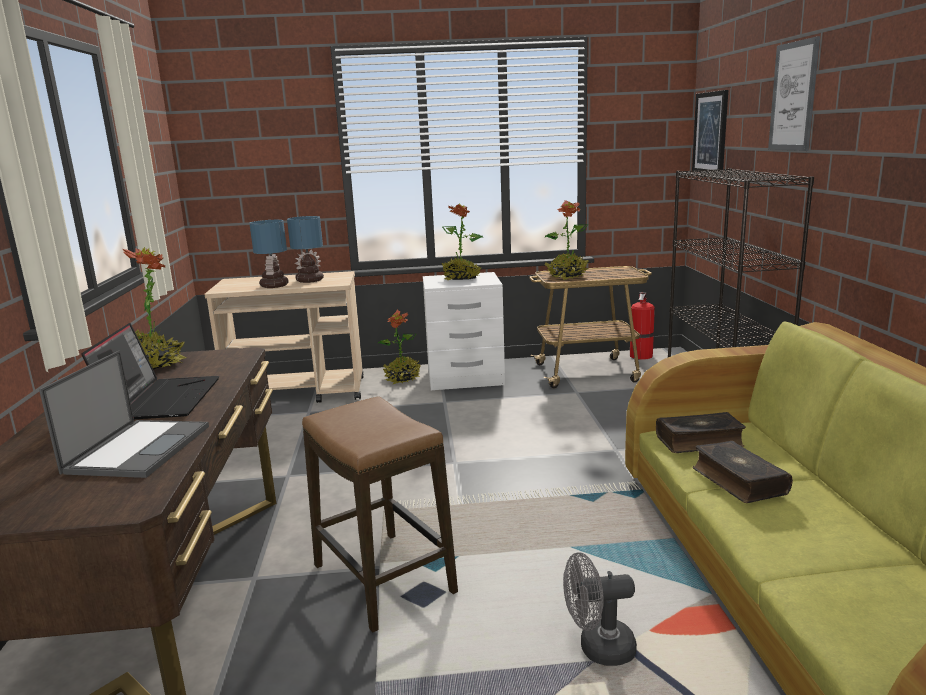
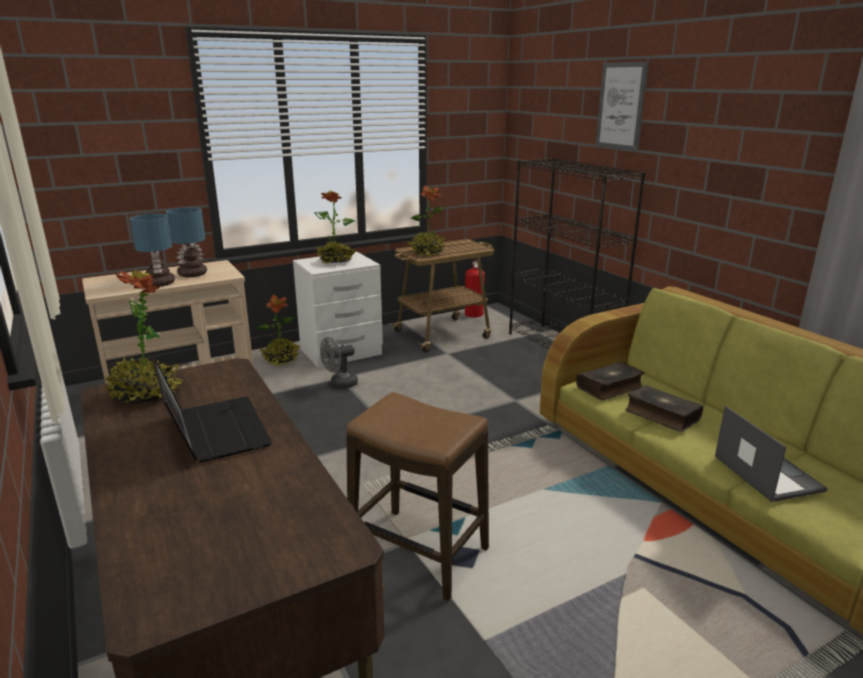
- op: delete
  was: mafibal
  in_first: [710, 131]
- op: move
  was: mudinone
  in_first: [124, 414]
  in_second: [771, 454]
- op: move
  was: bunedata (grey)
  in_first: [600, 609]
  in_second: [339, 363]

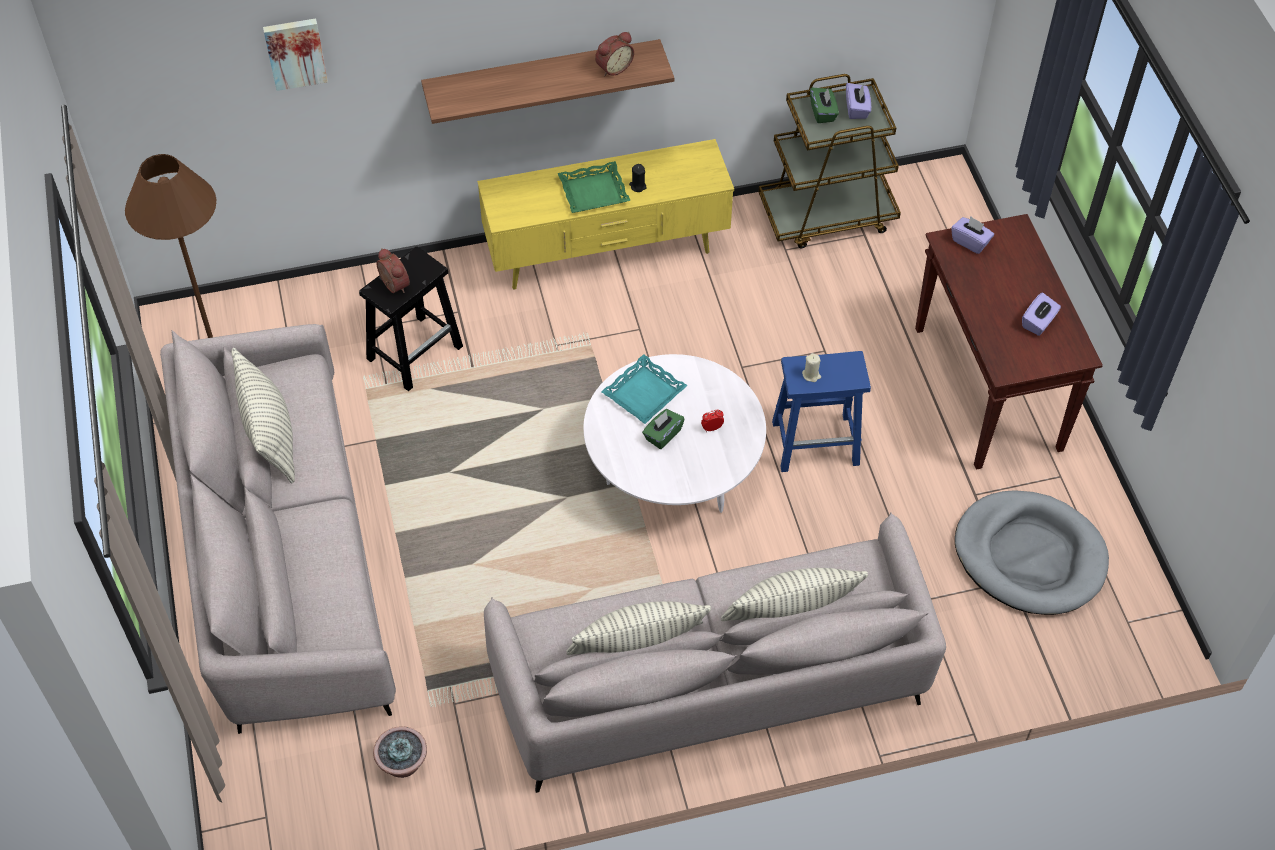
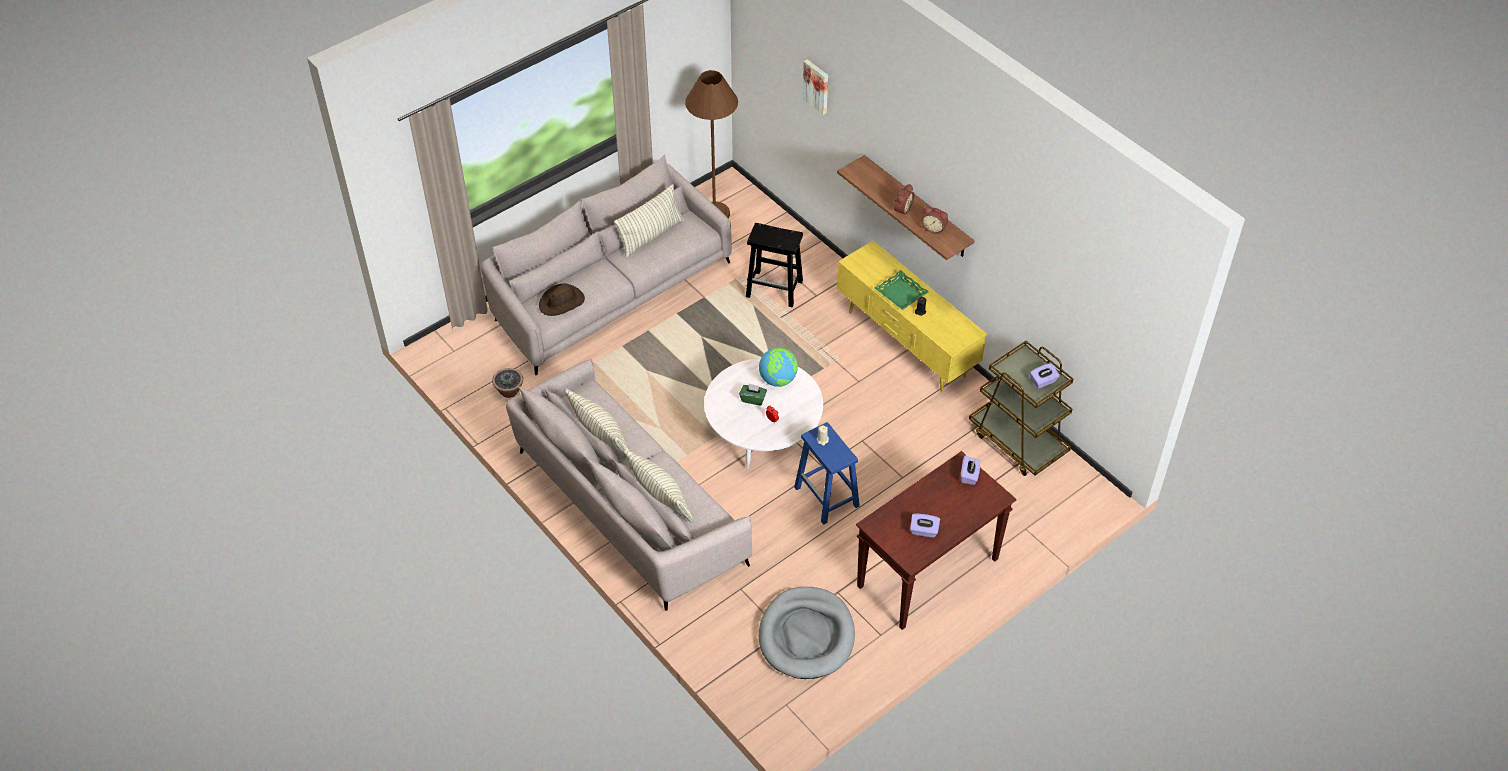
- op: delete
  was: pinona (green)
  in_first: [824, 105]
- op: move
  was: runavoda
  in_first: [393, 270]
  in_second: [904, 200]
- op: replace
  was: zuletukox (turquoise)
  now: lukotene
  in_first: [644, 389]
  in_second: [778, 367]
- op: insert
  now: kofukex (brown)
  in_second: [562, 299]

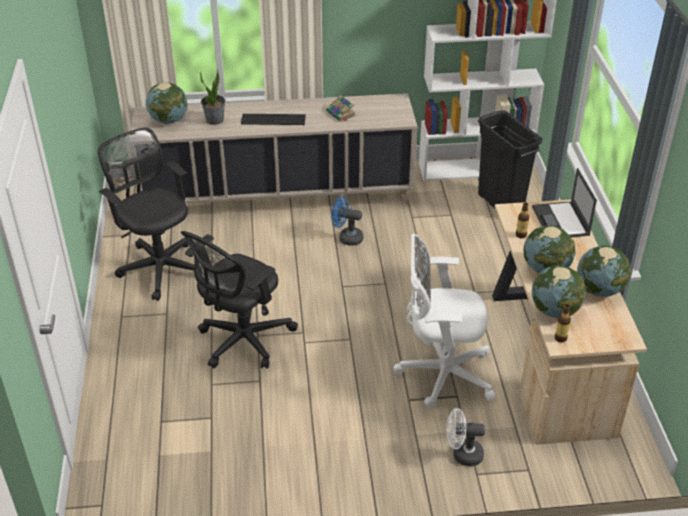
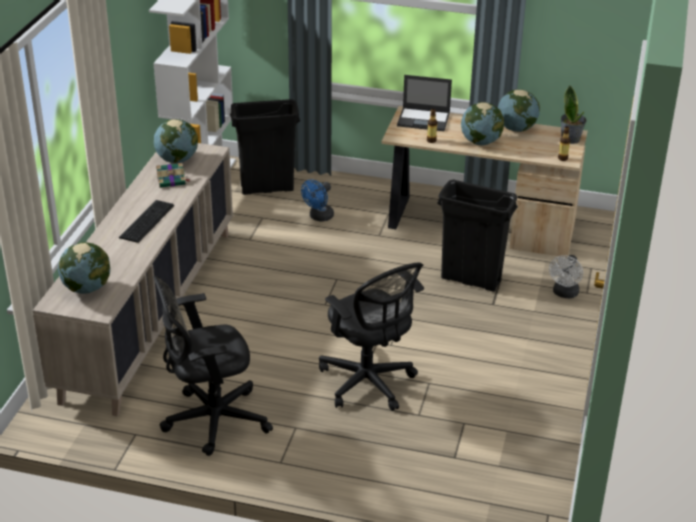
- op: move
  was: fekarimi
  in_first: [212, 96]
  in_second: [574, 115]
- op: move
  was: bunedata (blue)
  in_first: [347, 221]
  in_second: [317, 200]
- op: replace
  was: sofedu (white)
  now: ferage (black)
  in_first: [444, 321]
  in_second: [477, 235]
- op: move
  was: lukotene
  in_first: [559, 292]
  in_second: [176, 141]

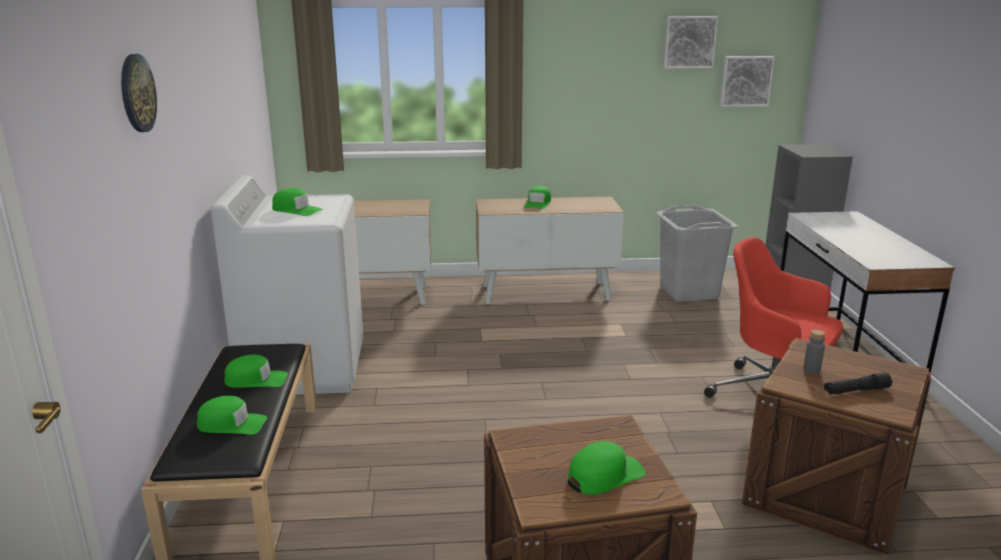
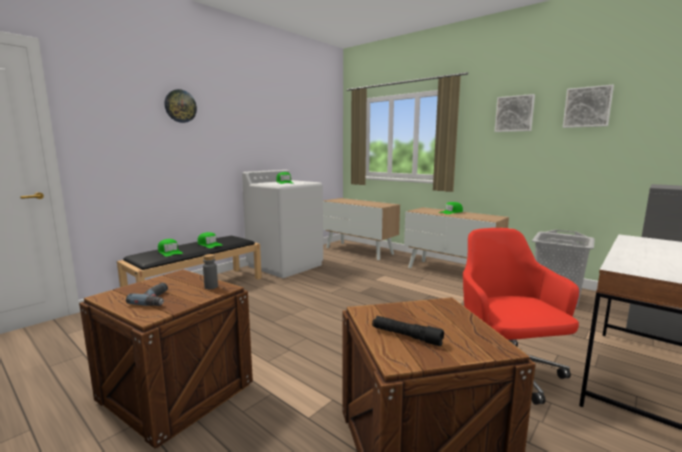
- op: move
  was: mafibal
  in_first: [747, 81]
  in_second: [515, 113]
- op: move
  was: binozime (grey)
  in_first: [814, 352]
  in_second: [210, 271]
- op: replace
  was: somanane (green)
  now: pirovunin
  in_first: [607, 468]
  in_second: [147, 294]

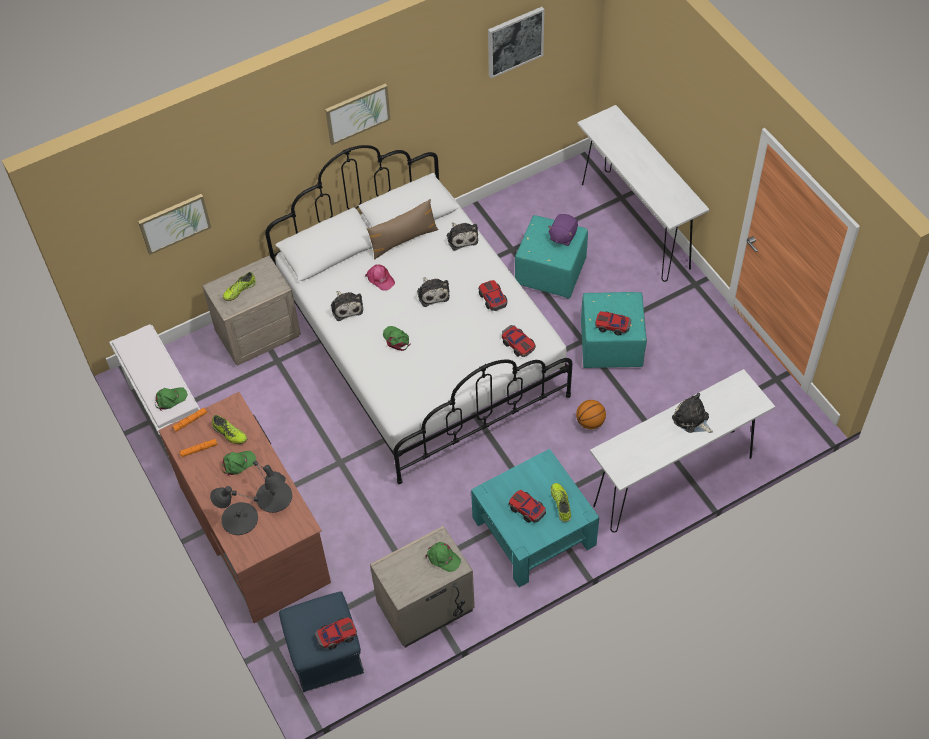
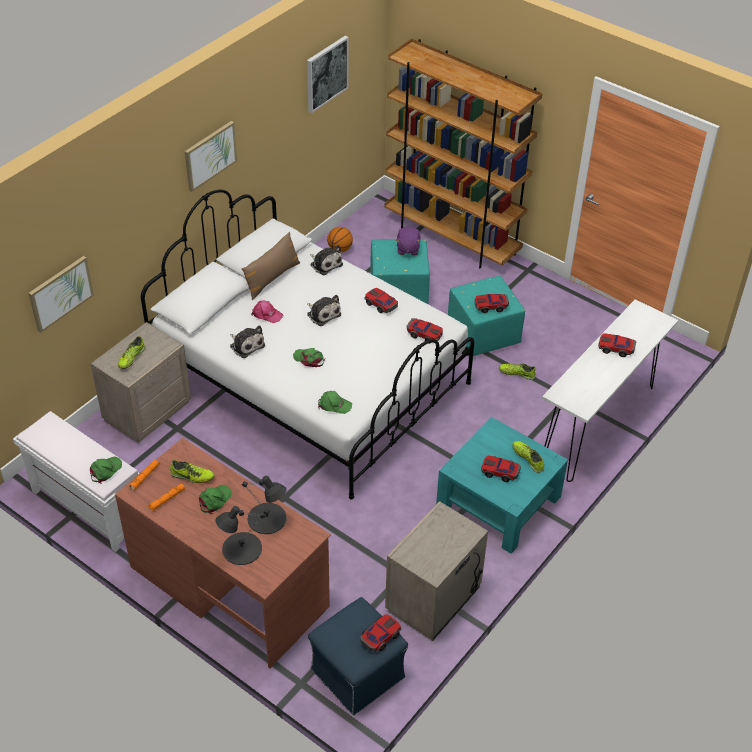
- op: replace
  was: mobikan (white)
  now: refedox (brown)
  in_first: [643, 193]
  in_second: [463, 153]
- op: replace
  was: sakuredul
  now: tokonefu
  in_first: [692, 413]
  in_second: [617, 345]
- op: move
  was: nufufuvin
  in_first: [591, 414]
  in_second: [340, 239]
- op: move
  was: somanane (green)
  in_first: [443, 557]
  in_second: [335, 402]
- op: insert
  now: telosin
  in_second: [517, 371]

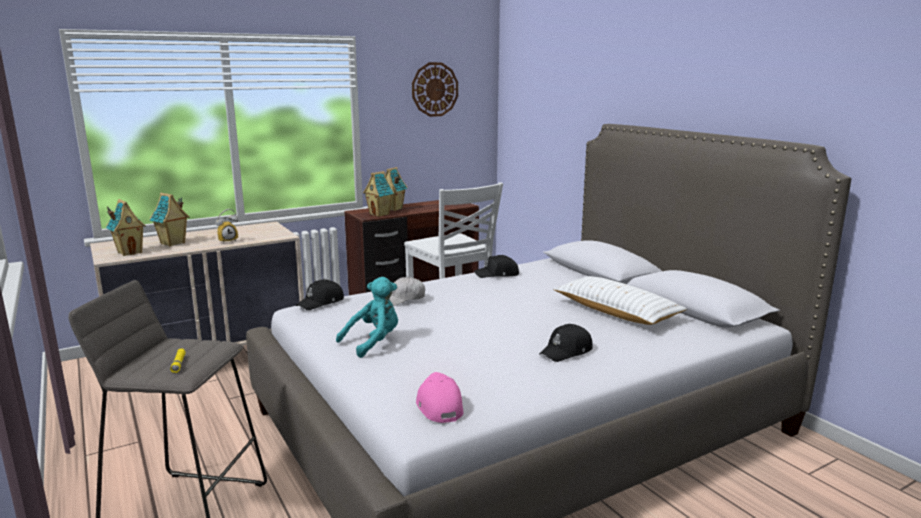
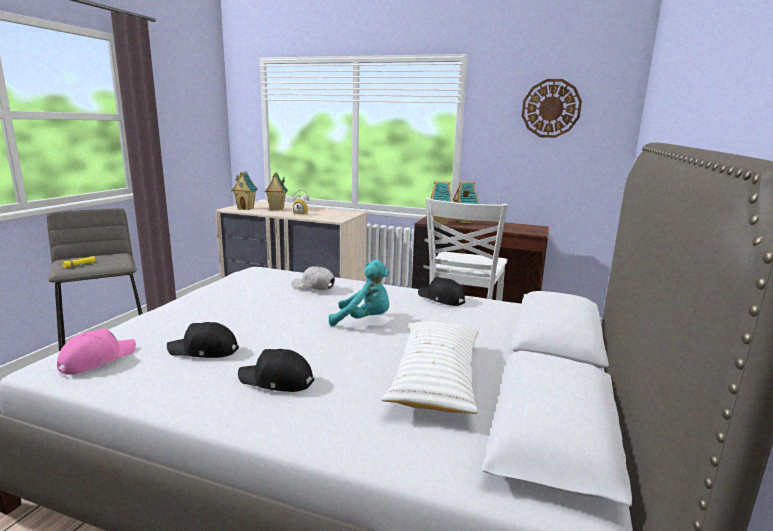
- op: move
  was: sakuredul (turquoise)
  in_first: [367, 317]
  in_second: [359, 293]
- op: move
  was: somanane (black)
  in_first: [320, 294]
  in_second: [203, 340]

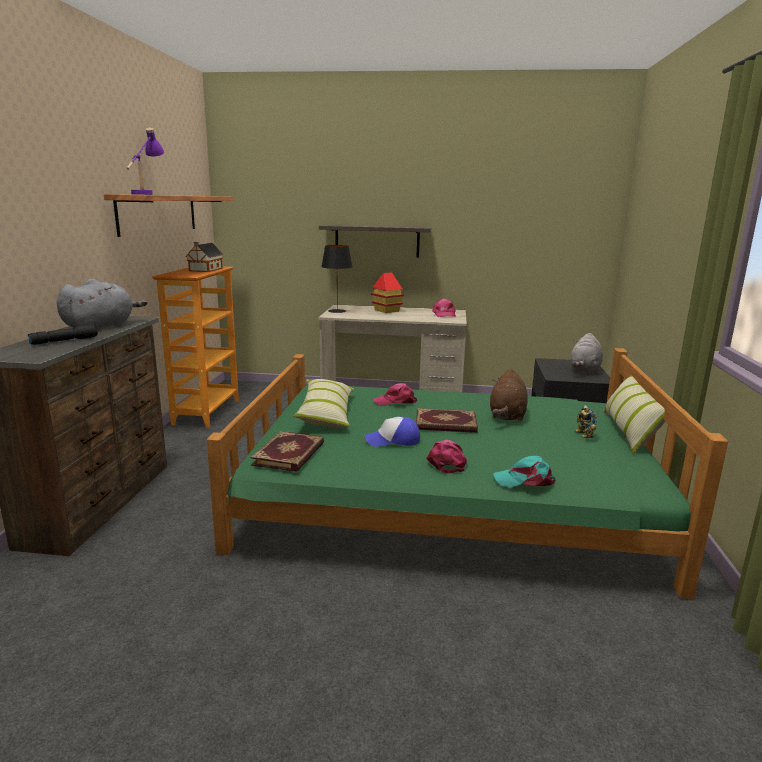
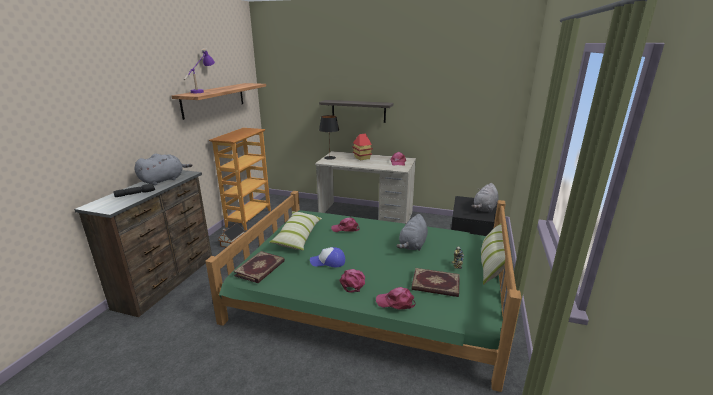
- op: move
  was: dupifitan
  in_first: [204, 257]
  in_second: [231, 235]
- op: recolor
  was: sakuredul (brown)
  now: sakuredul (grey)
  in_first: [509, 395]
  in_second: [412, 232]
- op: move
  was: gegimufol
  in_first: [447, 420]
  in_second: [436, 282]
- op: recolor
  was: somanane (turquoise)
  now: somanane (pink)
  in_first: [524, 472]
  in_second: [396, 298]

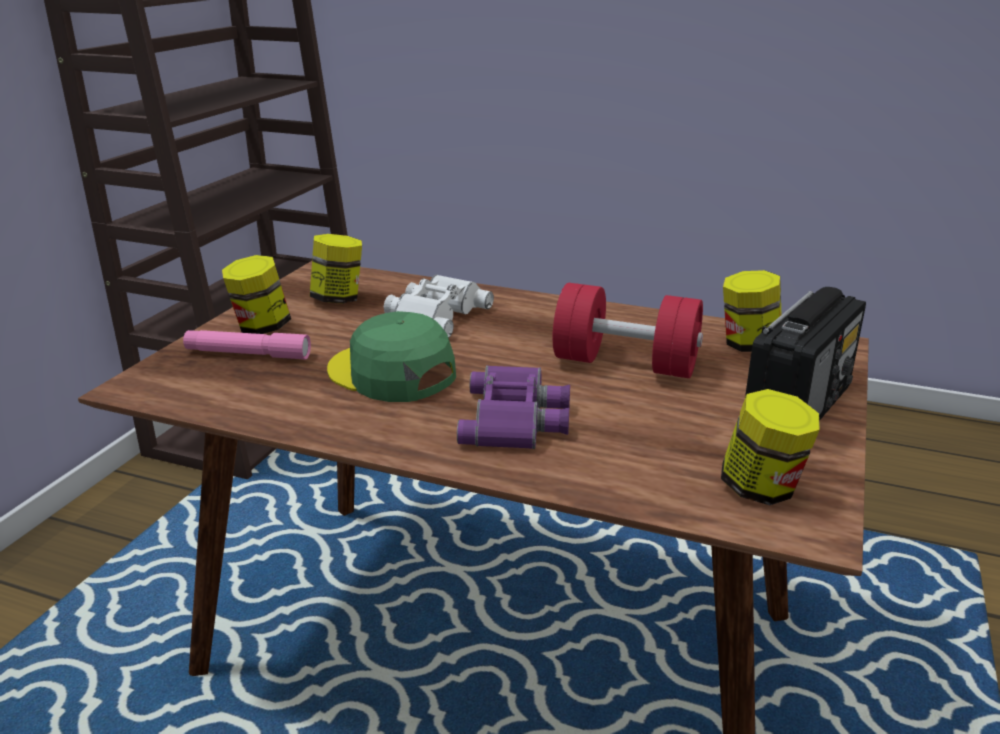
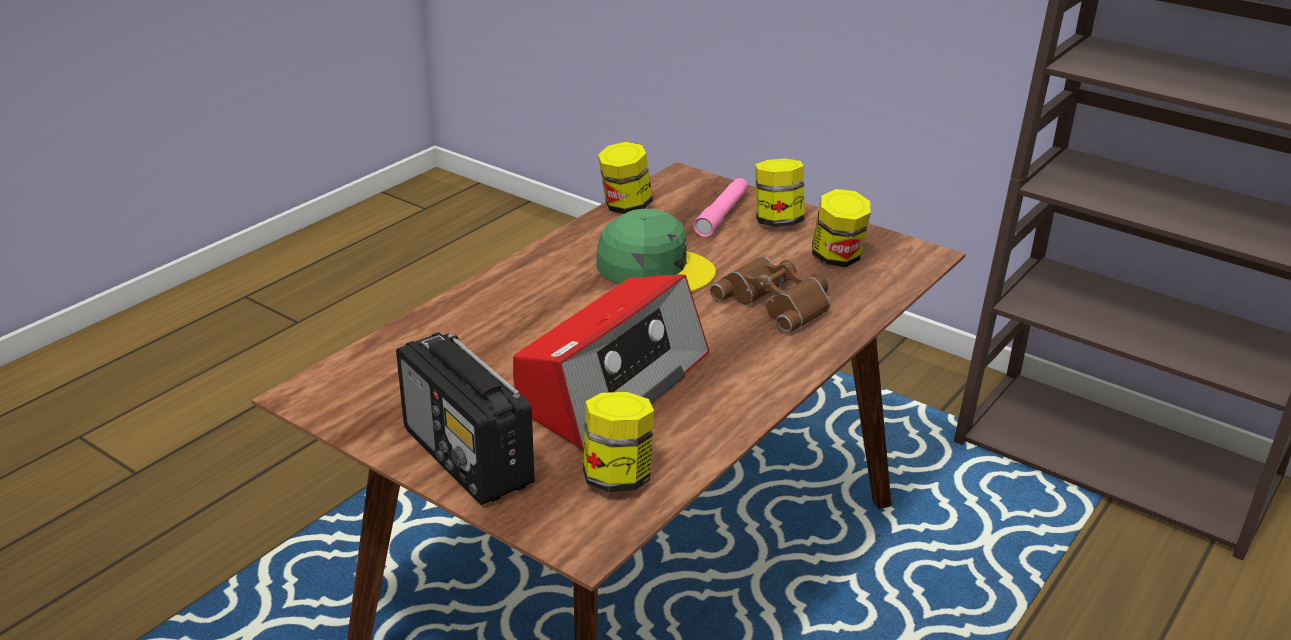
- op: recolor
  was: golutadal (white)
  now: golutadal (brown)
  in_first: [439, 306]
  in_second: [770, 295]
- op: replace
  was: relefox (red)
  now: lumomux
  in_first: [628, 330]
  in_second: [611, 362]
- op: rotate
  was: somanane (green)
  in_first: [391, 356]
  in_second: [656, 250]
  clockwise: 60
- op: delete
  was: golutadal (purple)
  in_first: [513, 407]
- op: move
  was: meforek
  in_first: [770, 447]
  in_second: [625, 178]

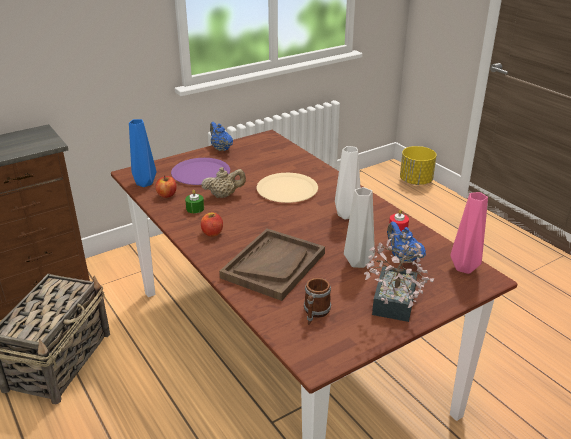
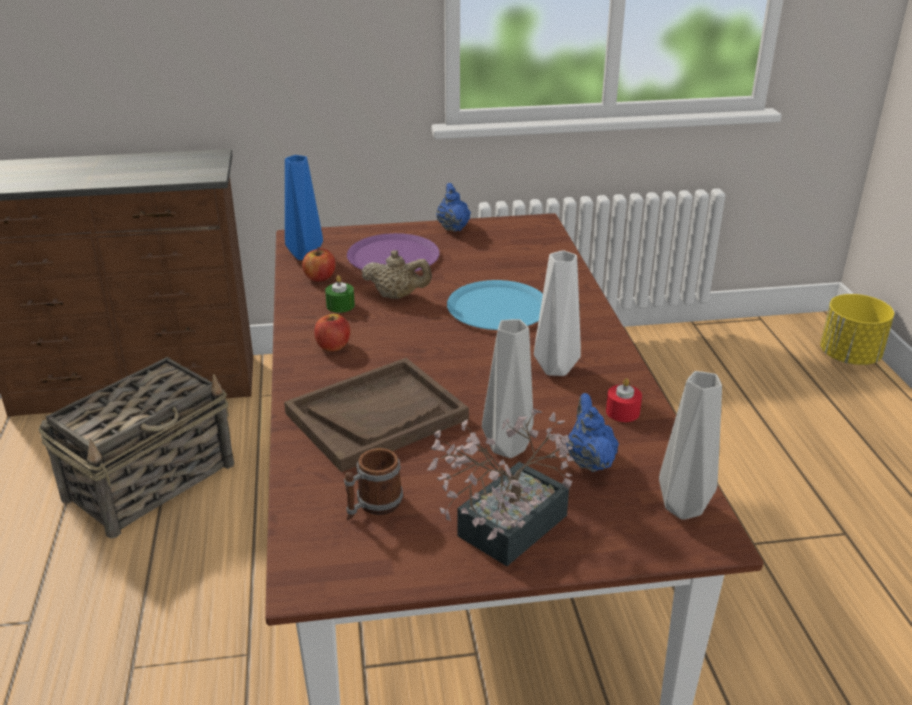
- op: recolor
  was: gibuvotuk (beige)
  now: gibuvotuk (blue)
  in_first: [287, 188]
  in_second: [495, 305]
- op: recolor
  was: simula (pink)
  now: simula (grey)
  in_first: [469, 233]
  in_second: [690, 445]

